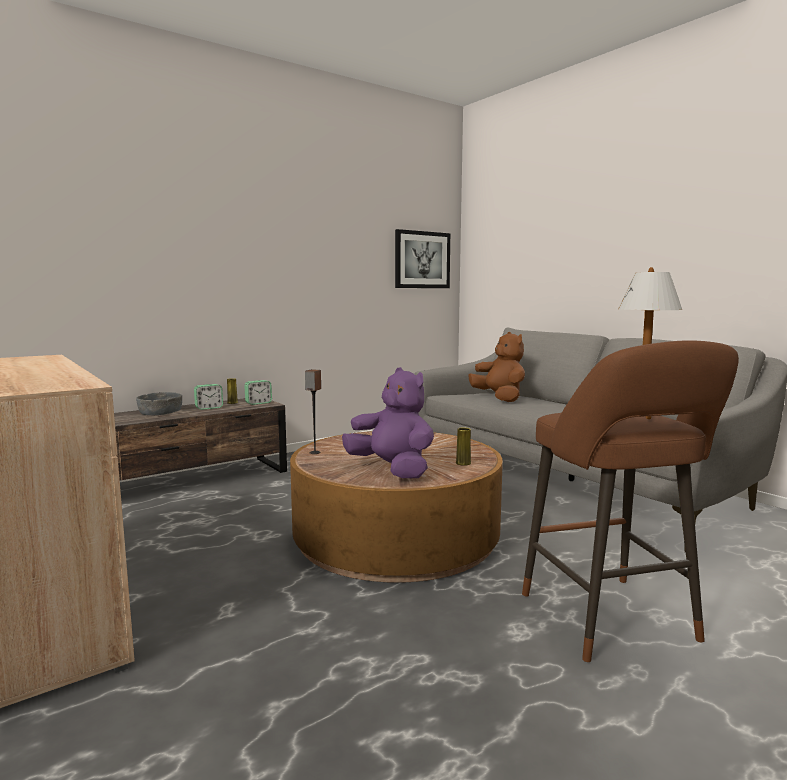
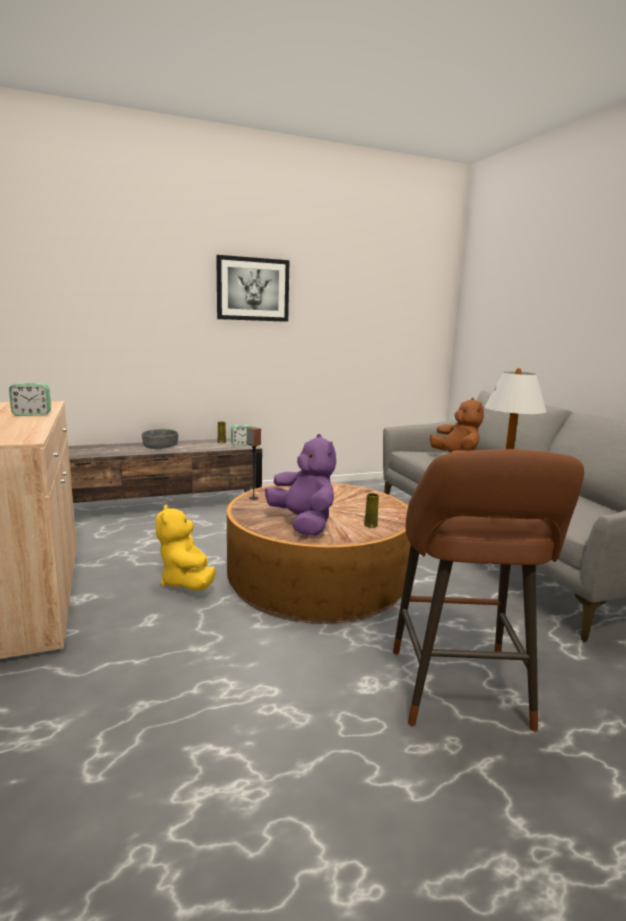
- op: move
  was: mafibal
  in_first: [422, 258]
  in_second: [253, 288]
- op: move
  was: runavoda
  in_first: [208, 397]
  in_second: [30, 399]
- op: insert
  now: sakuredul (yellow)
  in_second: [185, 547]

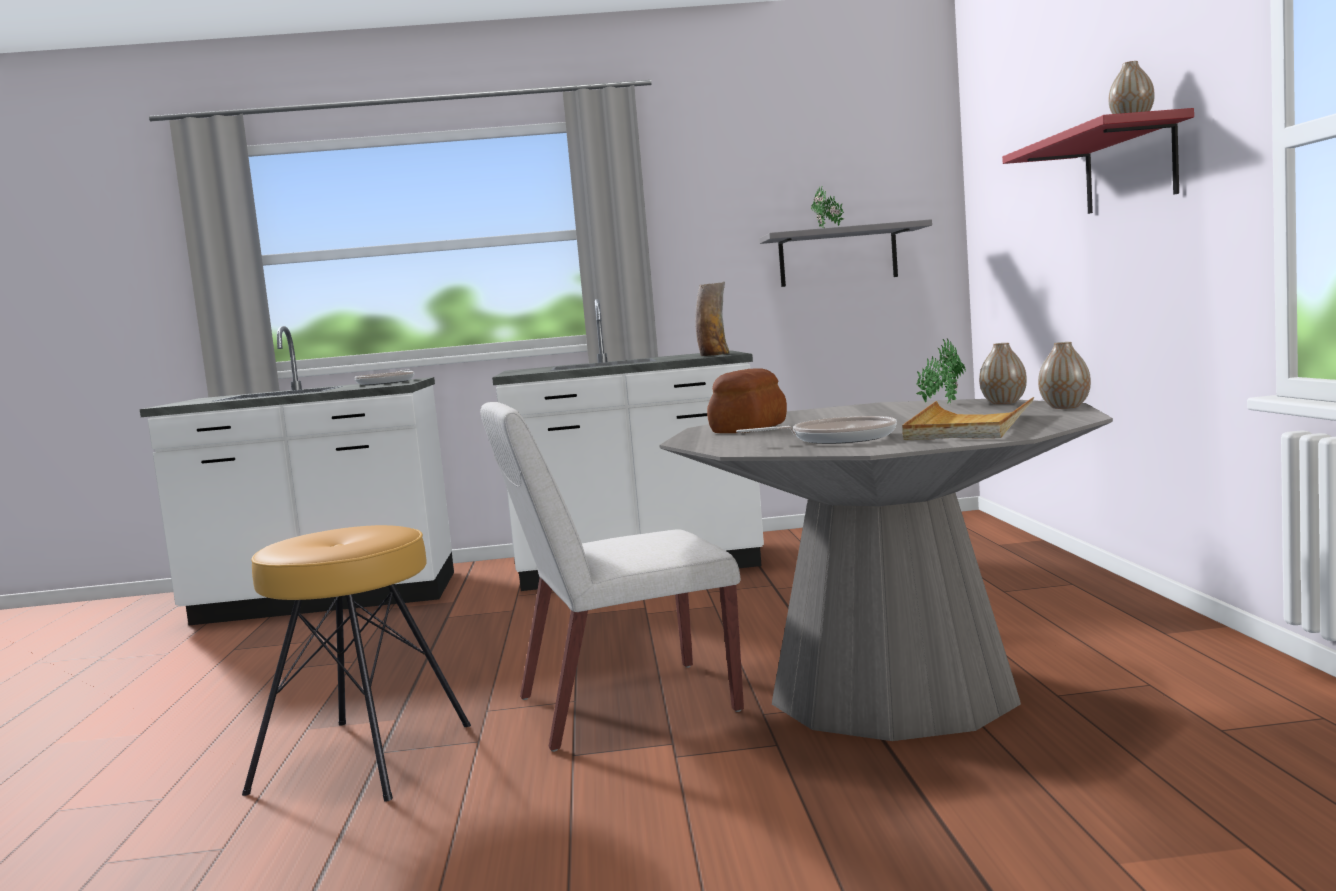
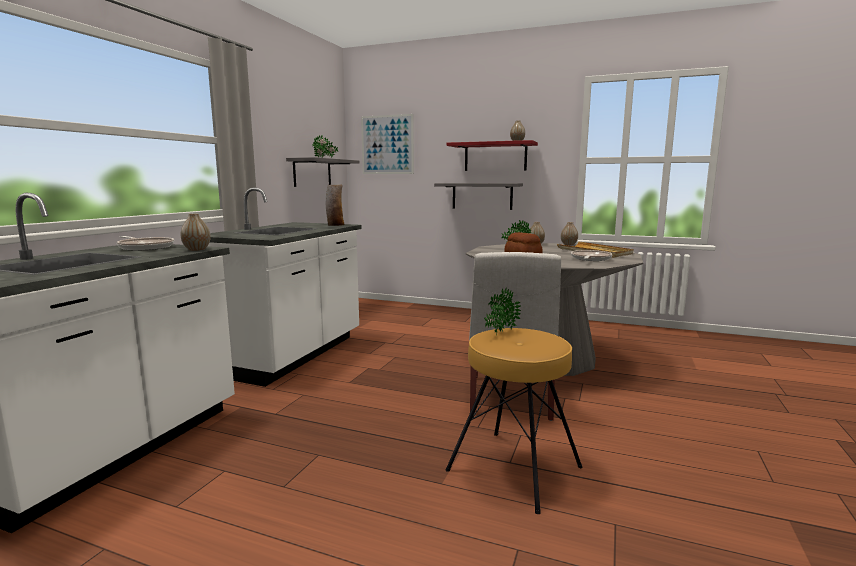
- op: insert
  now: mafibal
  in_second: [387, 144]
- op: insert
  now: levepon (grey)
  in_second: [478, 196]
- op: insert
  now: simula
  in_second: [195, 232]
- op: insert
  now: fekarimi
  in_second: [502, 312]

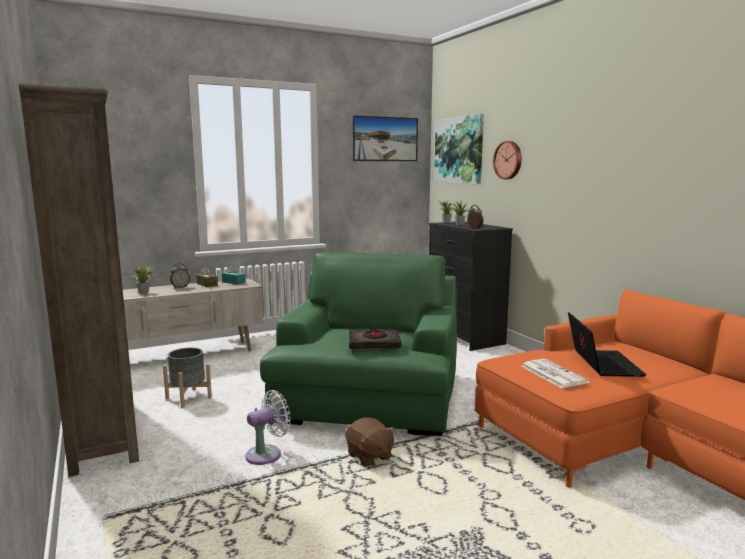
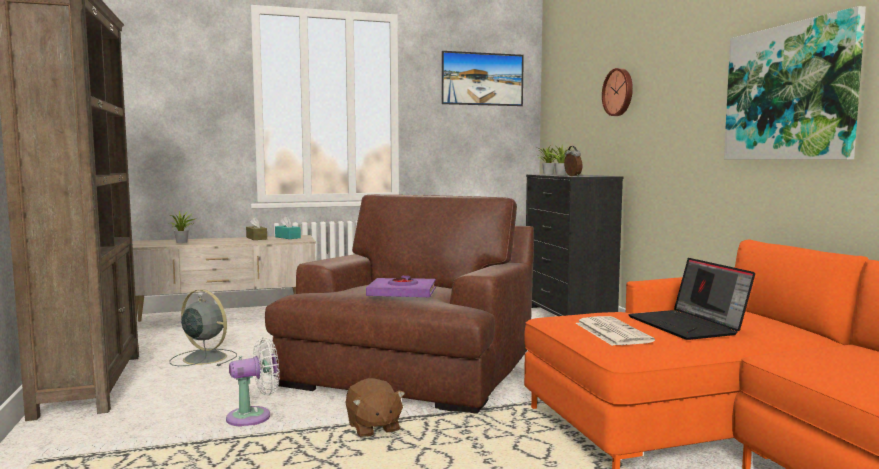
- op: move
  was: mafibal
  in_first: [459, 149]
  in_second: [795, 83]
- op: recolor
  was: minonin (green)
  now: minonin (brown)
  in_first: [358, 344]
  in_second: [399, 304]
- op: delete
  was: runavoda
  in_first: [180, 275]
- op: rotate
  was: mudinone
  in_first: [607, 344]
  in_second: [691, 299]
  clockwise: 150
- op: recolor
  was: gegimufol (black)
  now: gegimufol (purple)
  in_first: [375, 338]
  in_second: [401, 286]
- op: replace
  was: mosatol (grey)
  now: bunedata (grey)
  in_first: [187, 378]
  in_second: [203, 327]

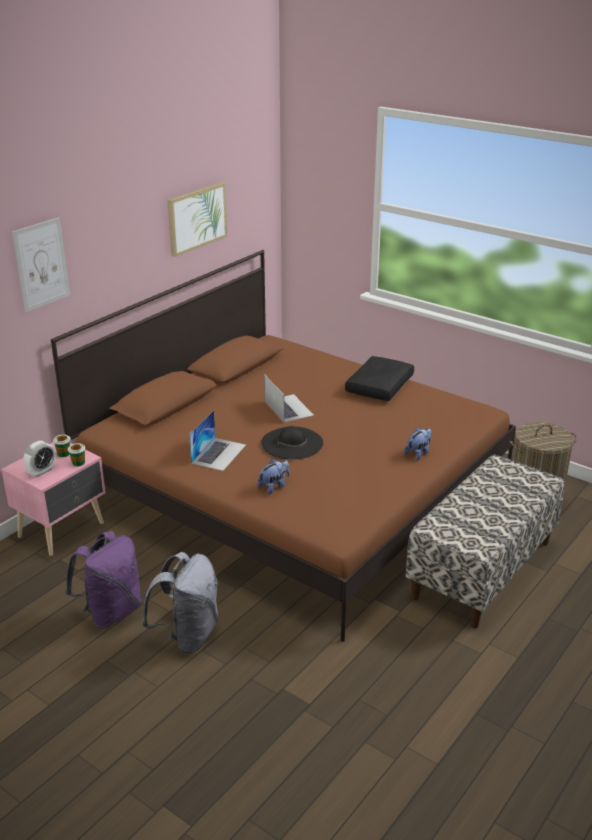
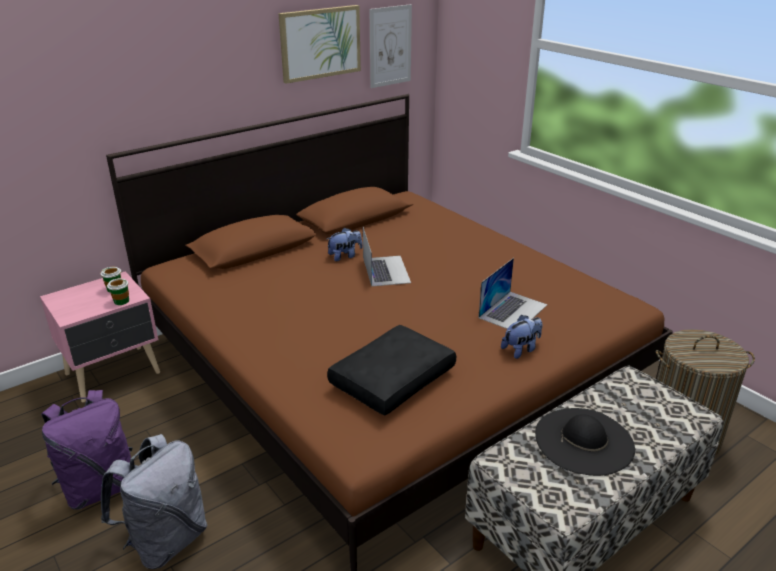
- op: move
  was: mafibal
  in_first: [41, 264]
  in_second: [390, 46]
- op: move
  was: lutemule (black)
  in_first: [379, 378]
  in_second: [391, 370]
- op: move
  was: mudinone
  in_first: [217, 440]
  in_second: [513, 293]
- op: move
  was: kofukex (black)
  in_first: [292, 442]
  in_second: [585, 442]
- op: delete
  was: runavoda
  in_first: [40, 459]
- op: move
  was: sakuredul
  in_first: [273, 476]
  in_second: [345, 244]

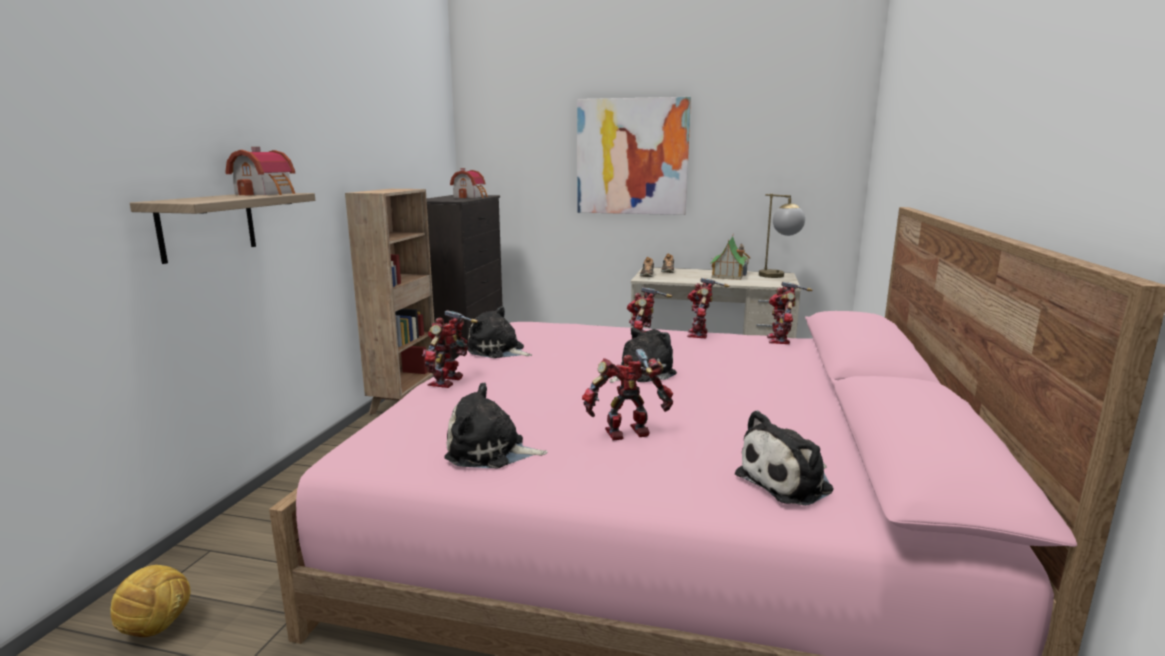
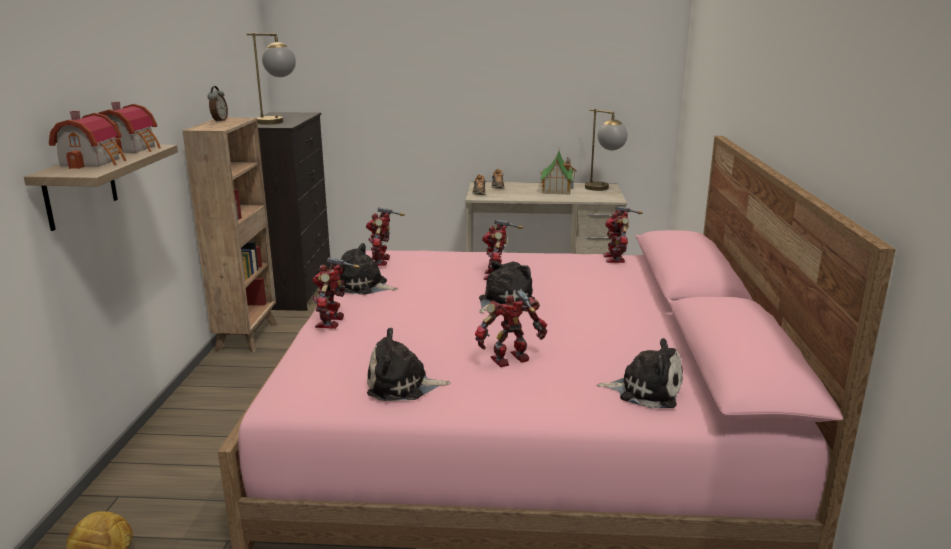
- op: delete
  was: mafibal
  in_first: [634, 156]
- op: move
  was: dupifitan
  in_first: [469, 183]
  in_second: [87, 140]
- op: move
  was: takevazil
  in_first: [708, 308]
  in_second: [385, 237]
- op: rotate
  was: sakuredul
  in_first: [784, 458]
  in_second: [640, 373]
  clockwise: -120
- op: insert
  now: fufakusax
  in_second: [271, 79]
- op: insert
  now: runavoda
  in_second: [217, 104]

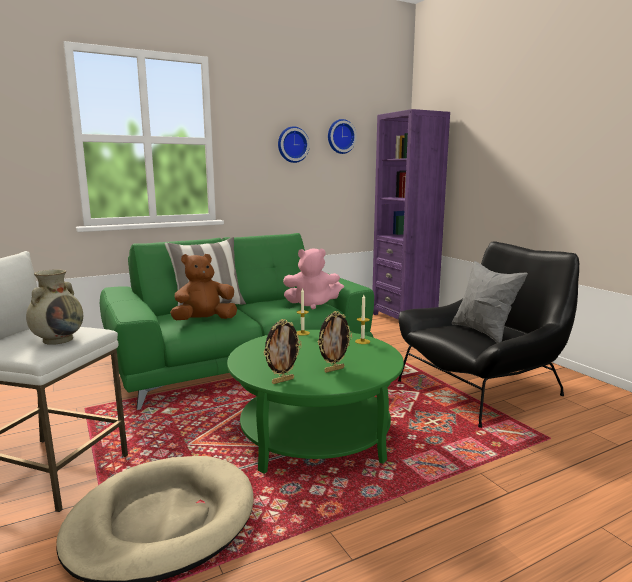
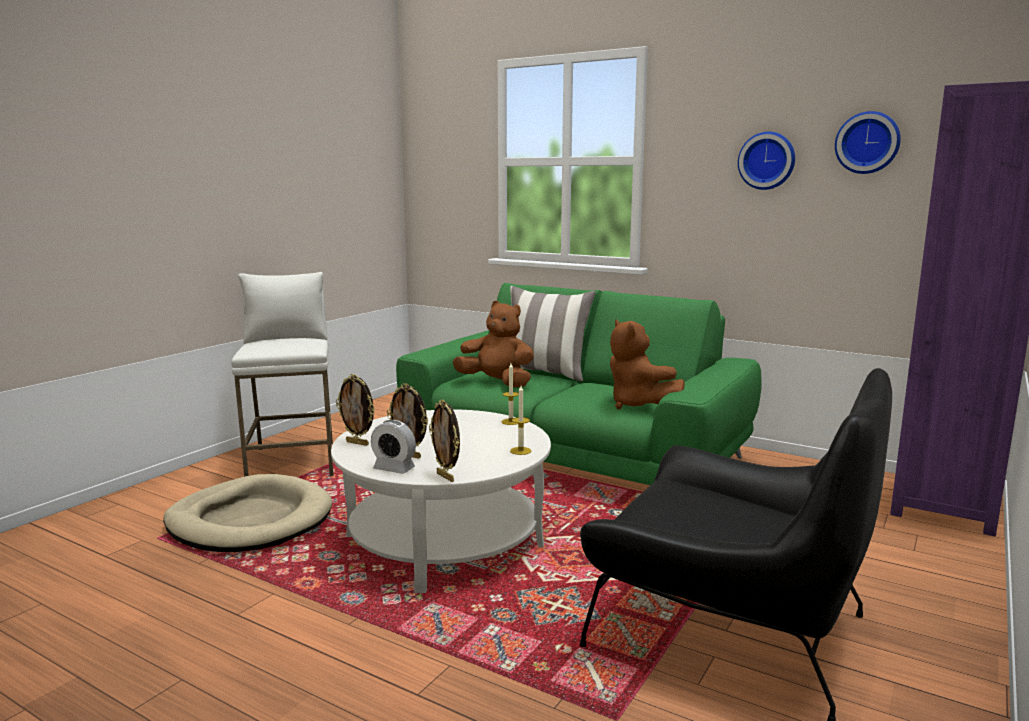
- op: recolor
  was: sakuredul (pink)
  now: sakuredul (brown)
  in_first: [313, 278]
  in_second: [647, 364]
- op: delete
  was: lutemule (grey)
  in_first: [490, 302]
- op: delete
  was: simula (beige)
  in_first: [54, 307]
- op: recolor
  was: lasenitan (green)
  now: lasenitan (white)
  in_first: [315, 402]
  in_second: [441, 501]
- op: insert
  now: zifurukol
  in_second: [444, 440]
- op: insert
  now: runavoda
  in_second: [393, 447]

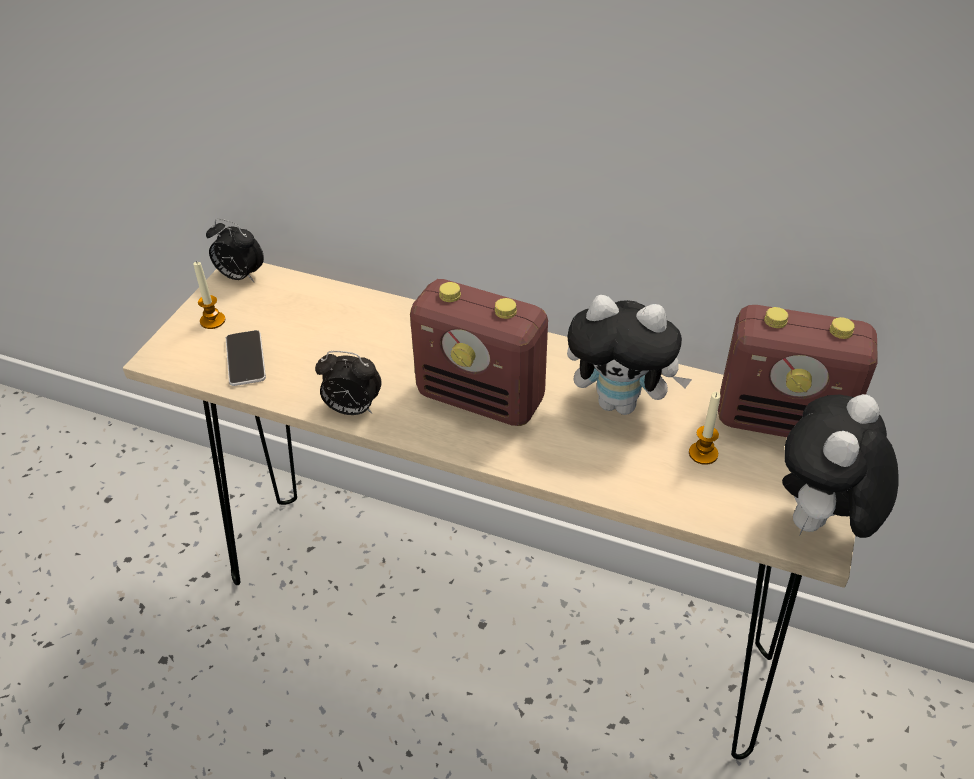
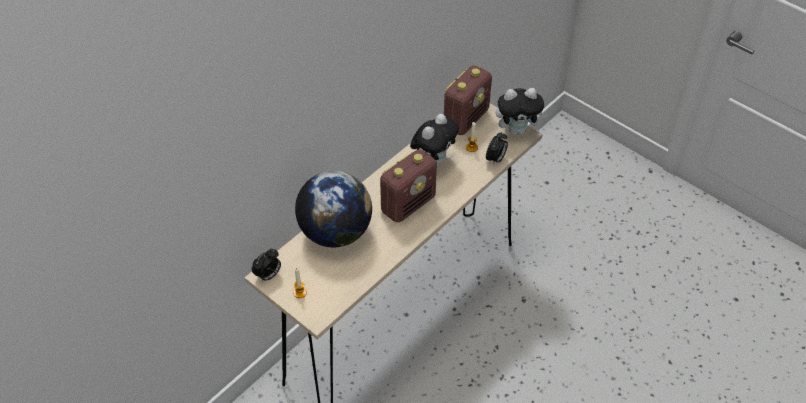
- op: delete
  was: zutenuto
  in_first: [246, 358]
- op: move
  was: runavoda
  in_first: [348, 383]
  in_second: [497, 148]
- op: rotate
  was: sakuredul
  in_first: [840, 466]
  in_second: [522, 111]
  clockwise: -60
- op: insert
  now: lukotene
  in_second: [333, 209]

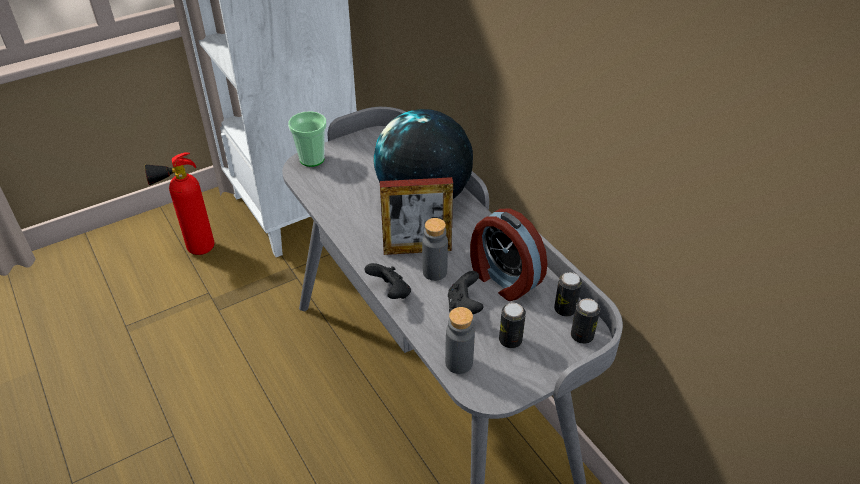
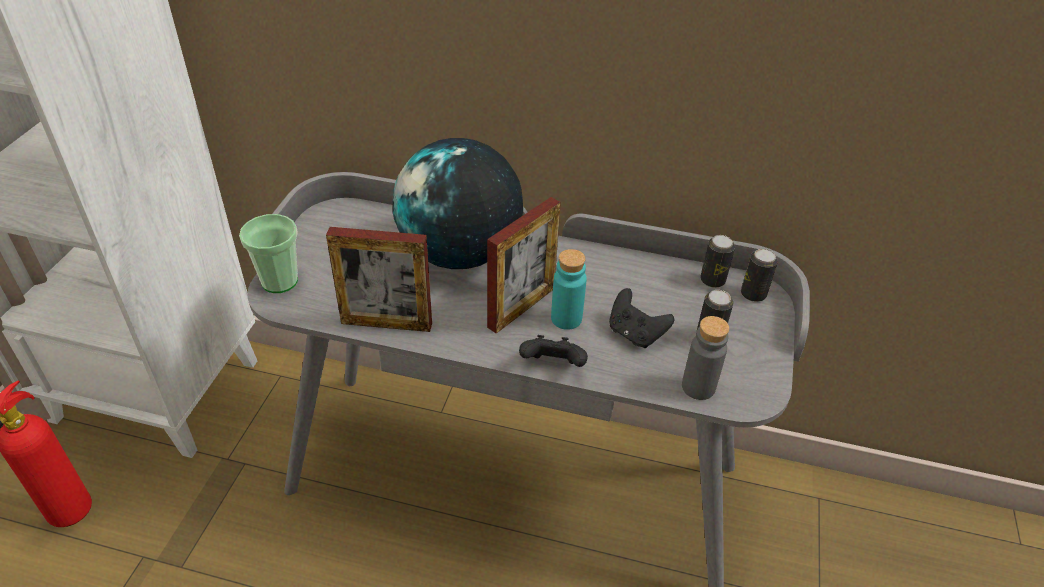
- op: delete
  was: runavoda
  in_first: [508, 254]
- op: recolor
  was: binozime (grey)
  now: binozime (turquoise)
  in_first: [435, 249]
  in_second: [569, 289]
- op: insert
  now: zifurukol
  in_second: [379, 279]

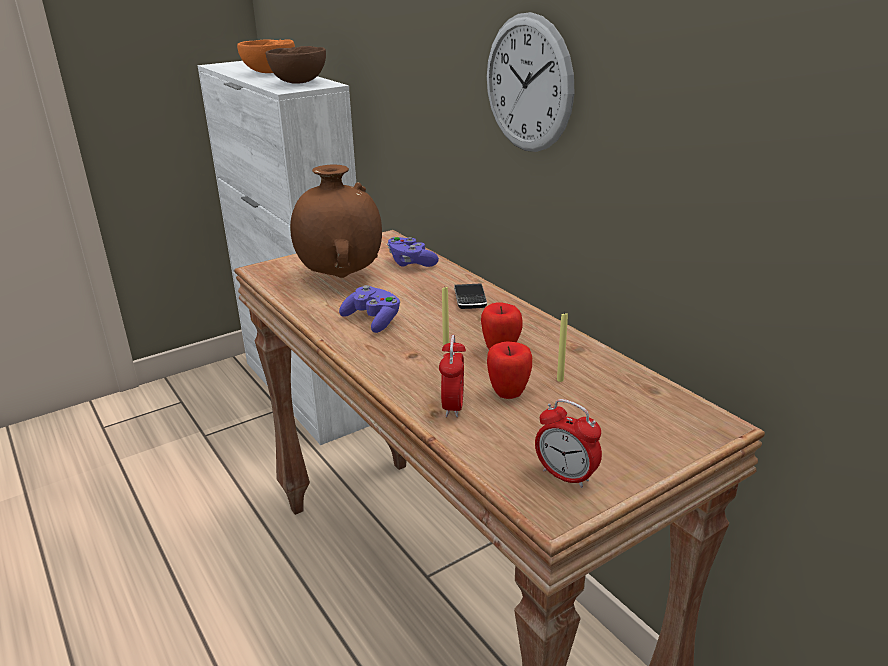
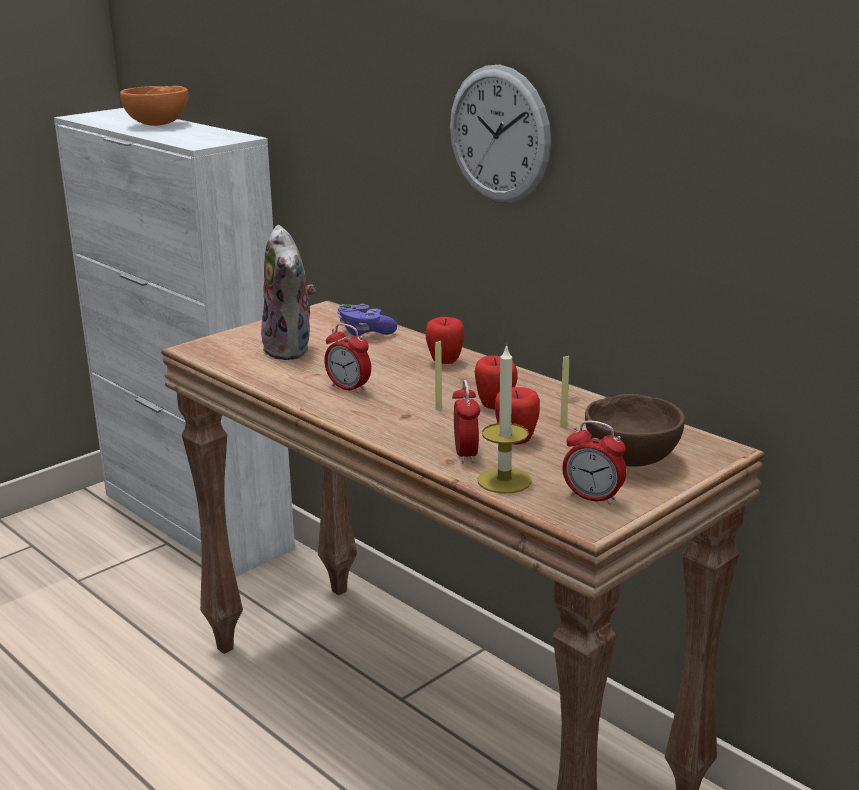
- op: move
  was: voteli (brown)
  in_first: [295, 65]
  in_second: [635, 430]
- op: replace
  was: simula (brown)
  now: sakuredul
  in_first: [336, 221]
  in_second: [288, 292]
- op: replace
  was: zutenuto
  now: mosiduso
  in_first: [470, 296]
  in_second: [445, 340]
- op: replace
  was: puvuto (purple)
  now: runavoda
  in_first: [369, 309]
  in_second: [347, 358]
- op: insert
  now: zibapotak
  in_second: [504, 418]

